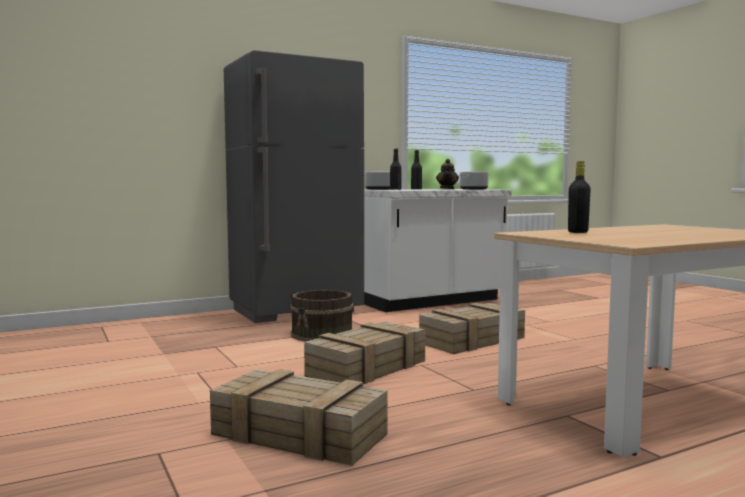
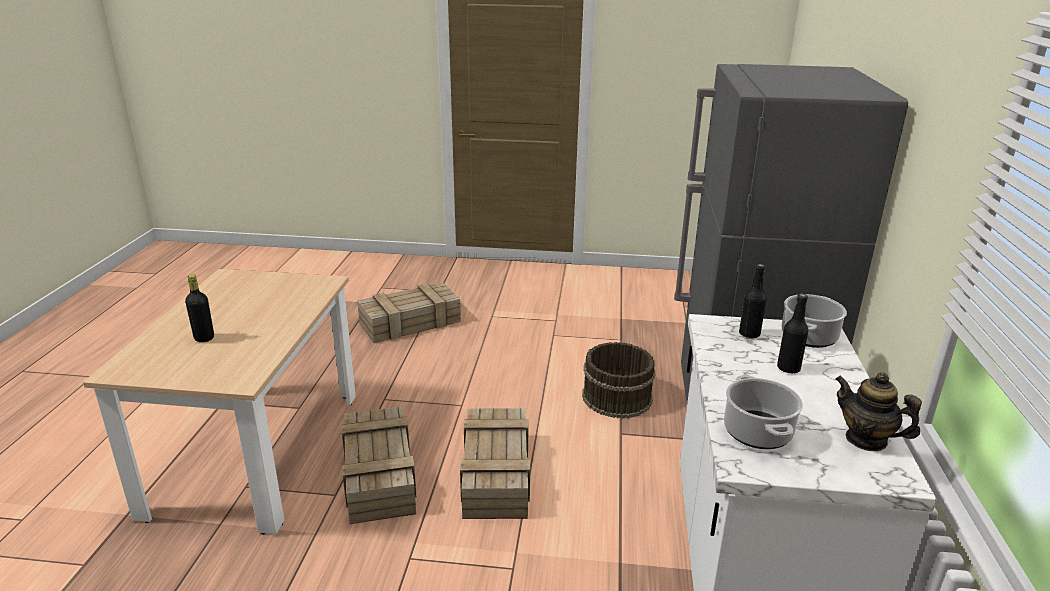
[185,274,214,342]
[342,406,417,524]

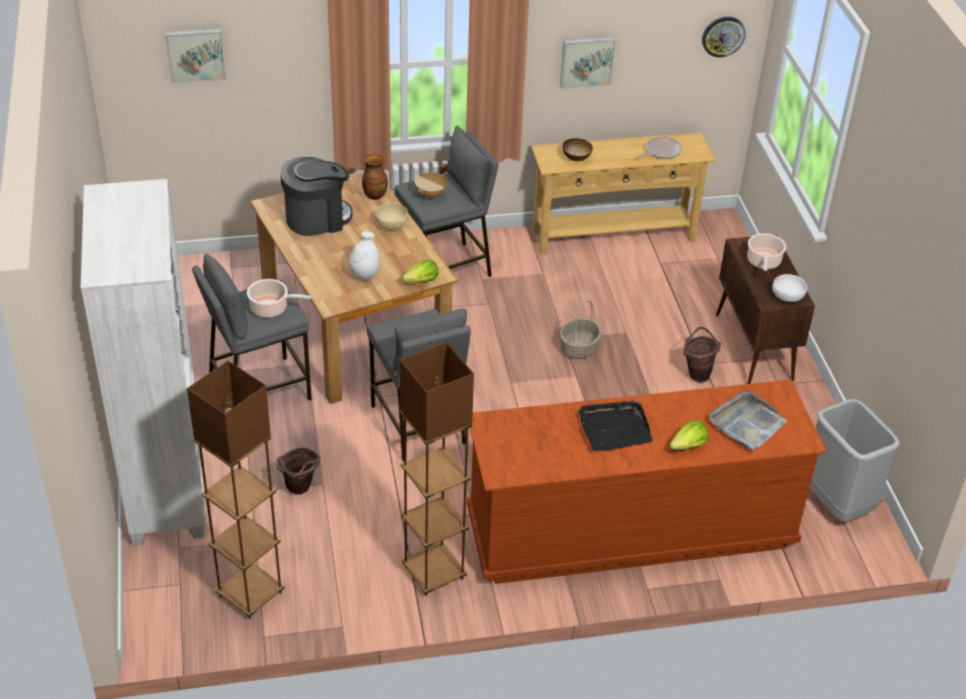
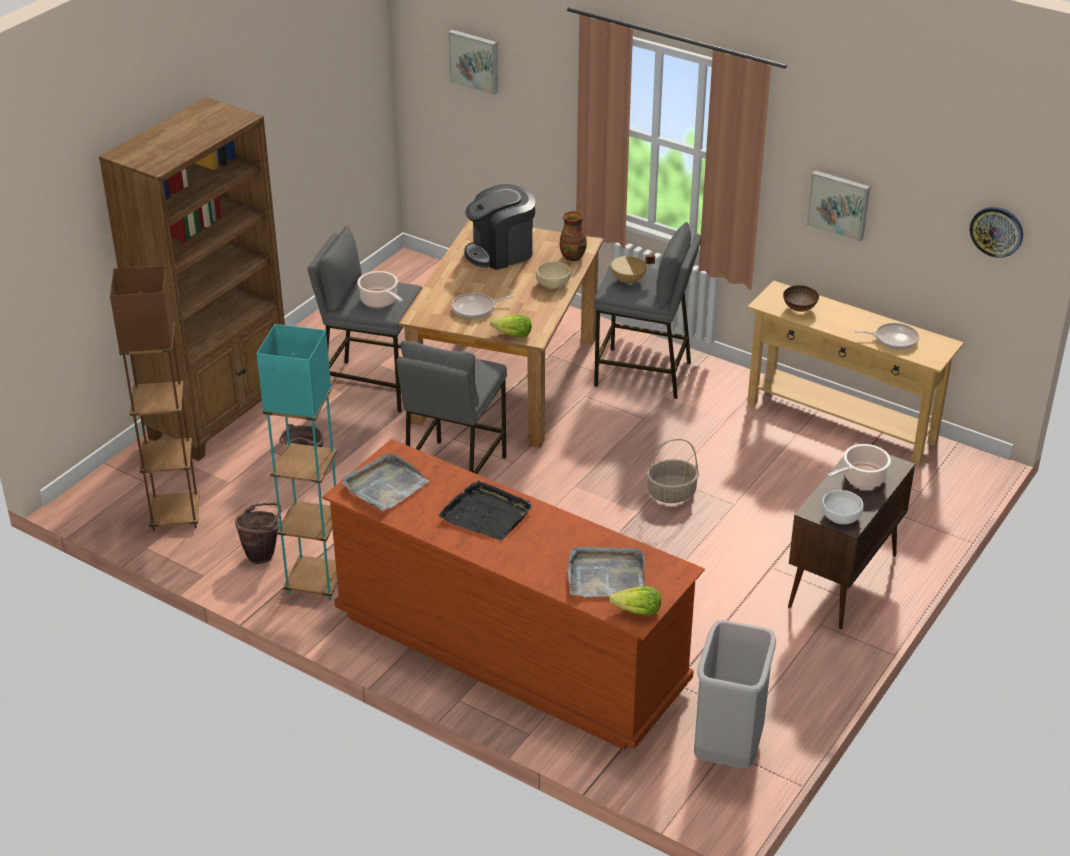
[99,97,285,461]
[235,503,282,564]
[256,324,337,600]
[343,453,429,511]
[452,293,514,319]
[464,184,535,270]
[609,586,661,616]

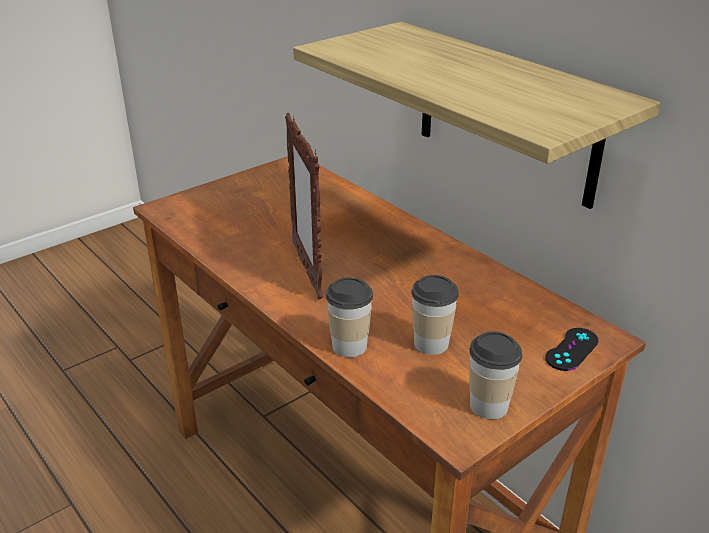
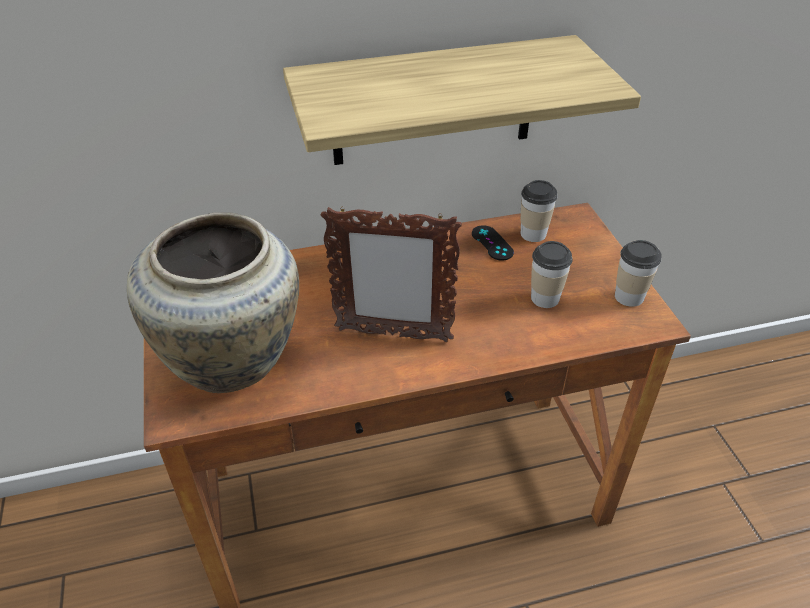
[127,213,299,393]
[472,225,514,261]
[521,180,558,242]

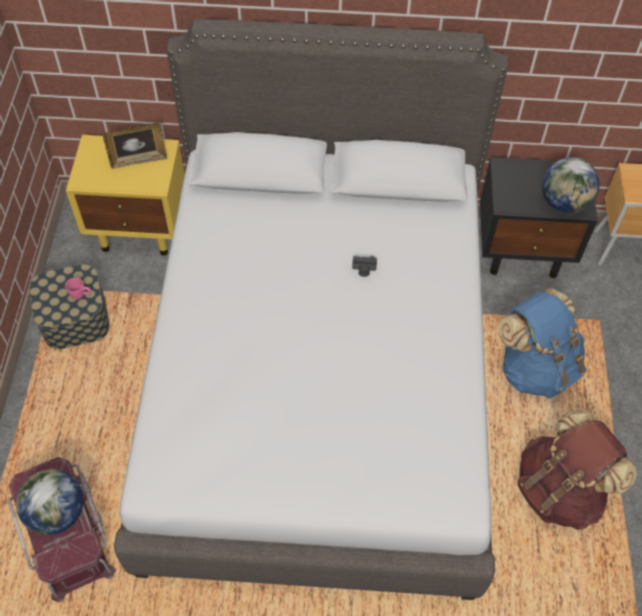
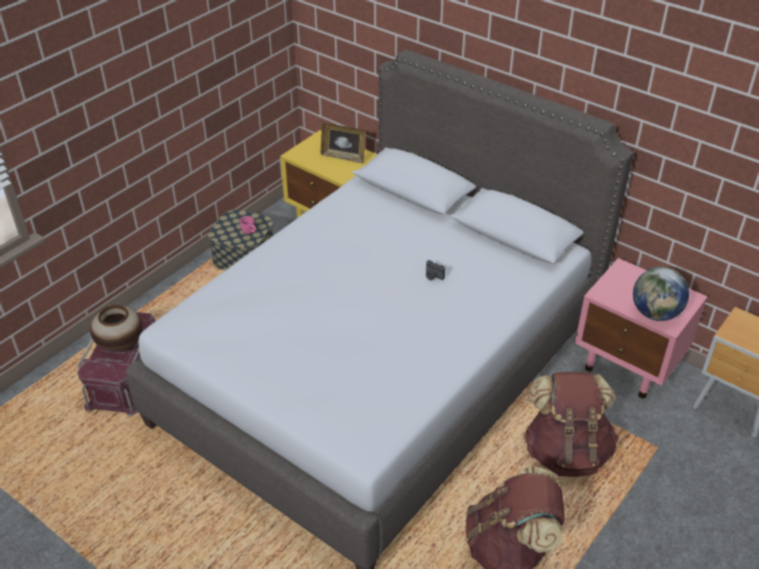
[90,305,143,352]
[524,372,618,477]
[575,258,708,398]

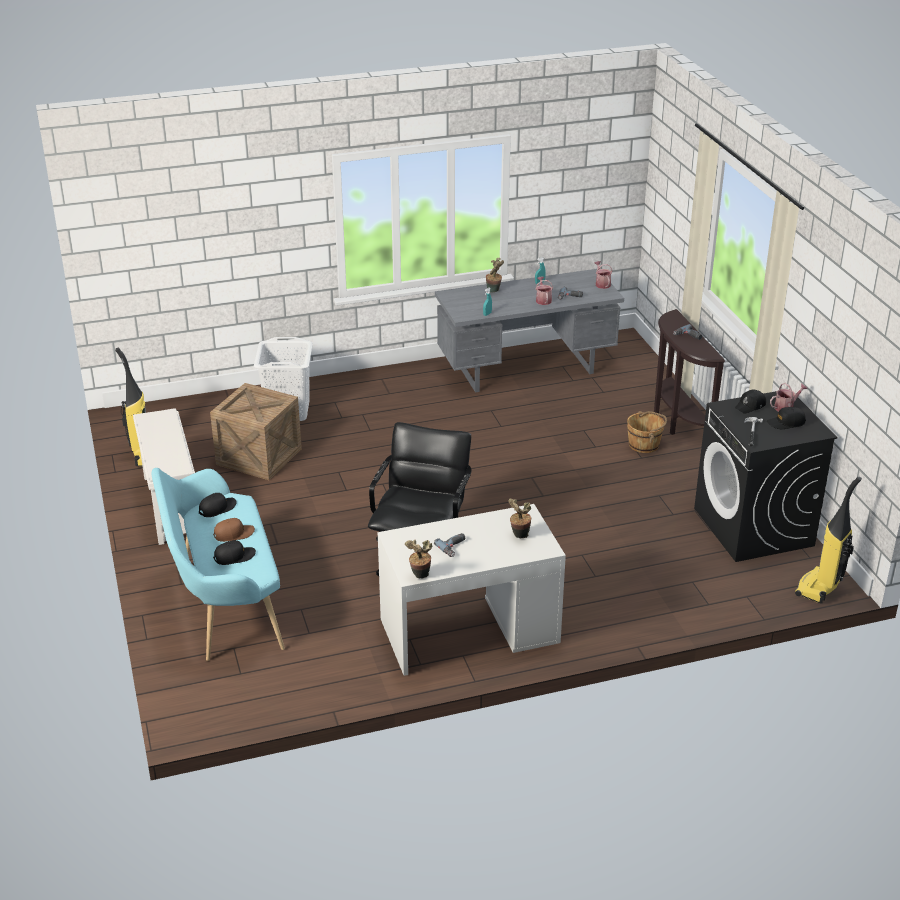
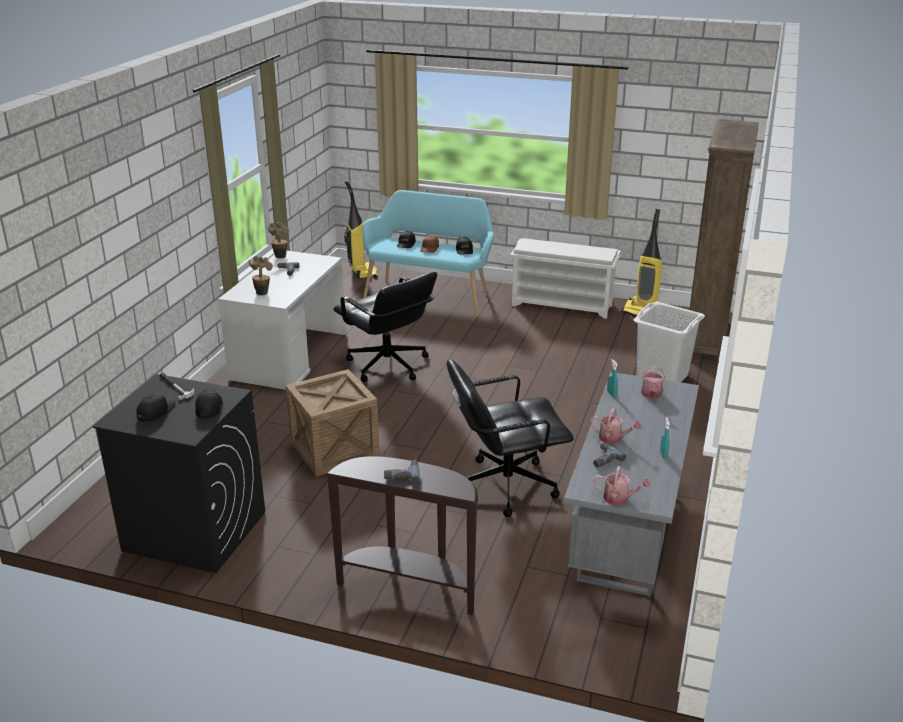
[286,369,380,477]
[344,181,378,279]
[447,359,574,517]
[641,367,665,399]
[689,119,759,363]
[486,258,504,293] (first image)
[627,411,667,453] (first image)

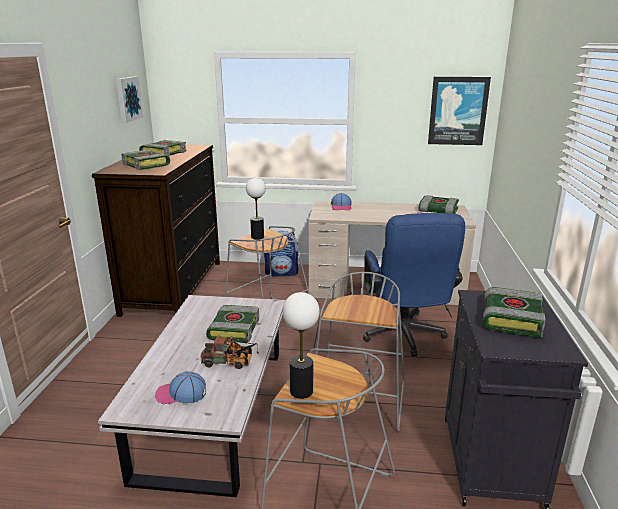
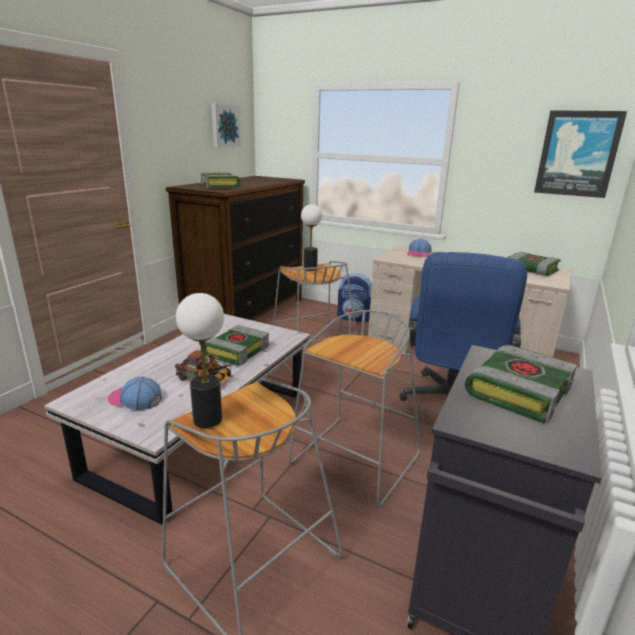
[139,140,186,156] (first image)

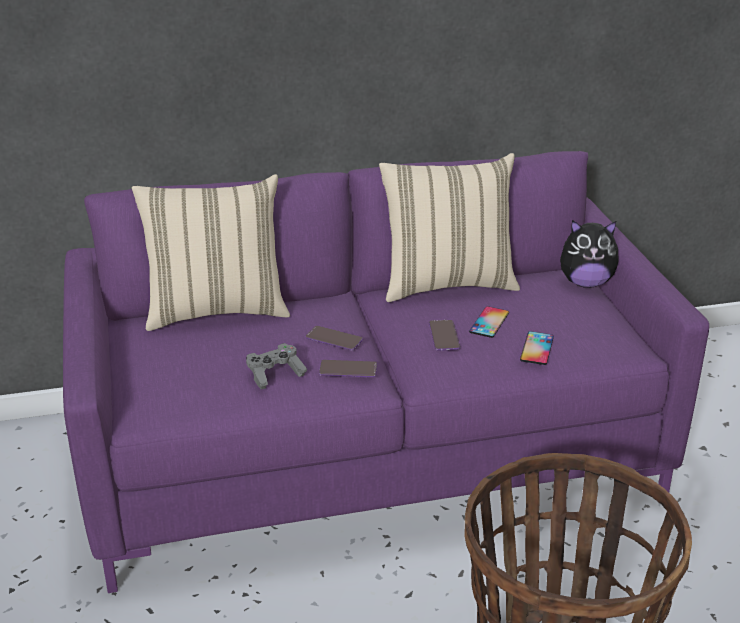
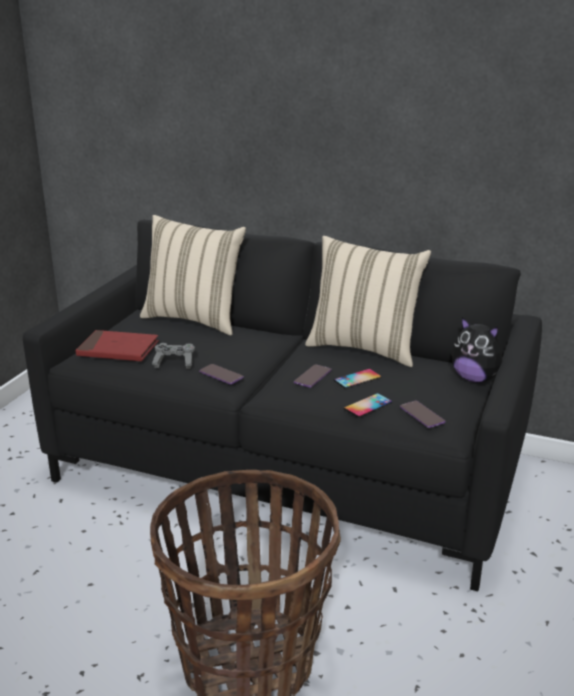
[23,220,542,591]
[76,330,159,361]
[400,400,445,428]

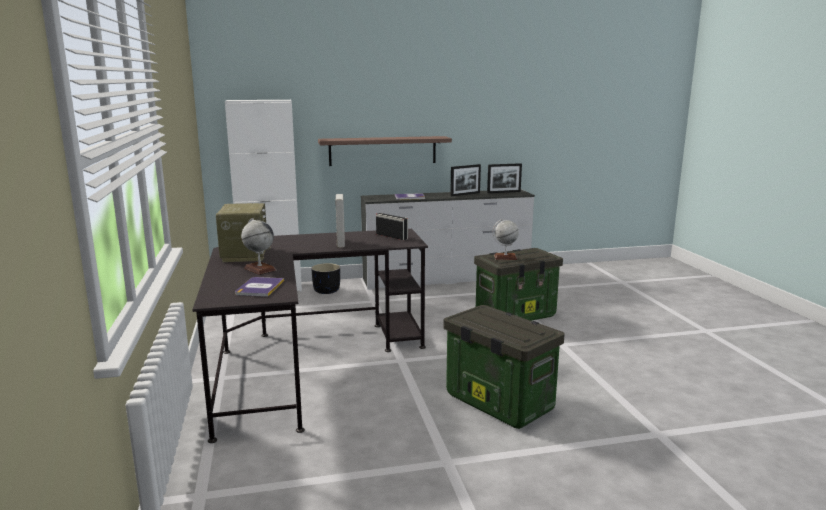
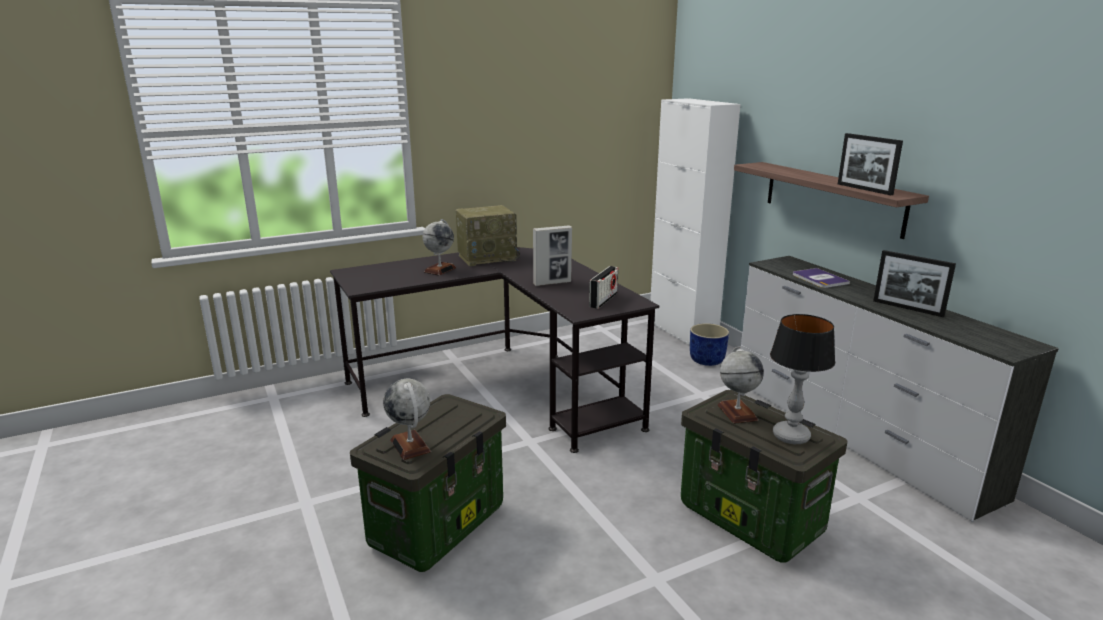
[383,379,431,460]
[690,323,729,366]
[770,314,835,444]
[838,133,903,195]
[235,277,284,297] (first image)

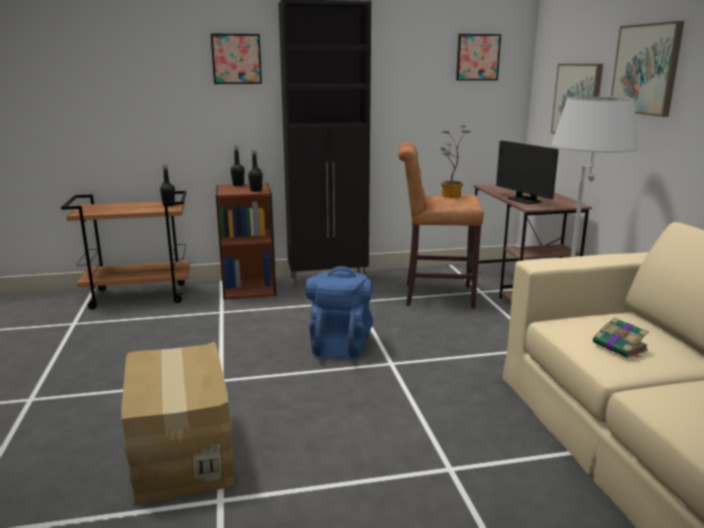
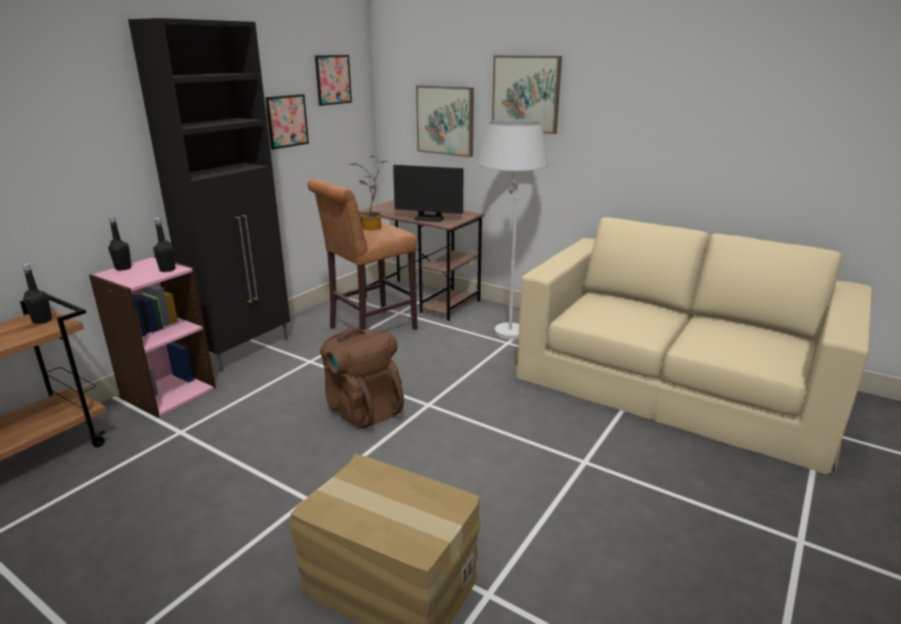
[89,256,216,418]
[265,94,309,150]
[320,327,404,429]
[593,317,649,358] (first image)

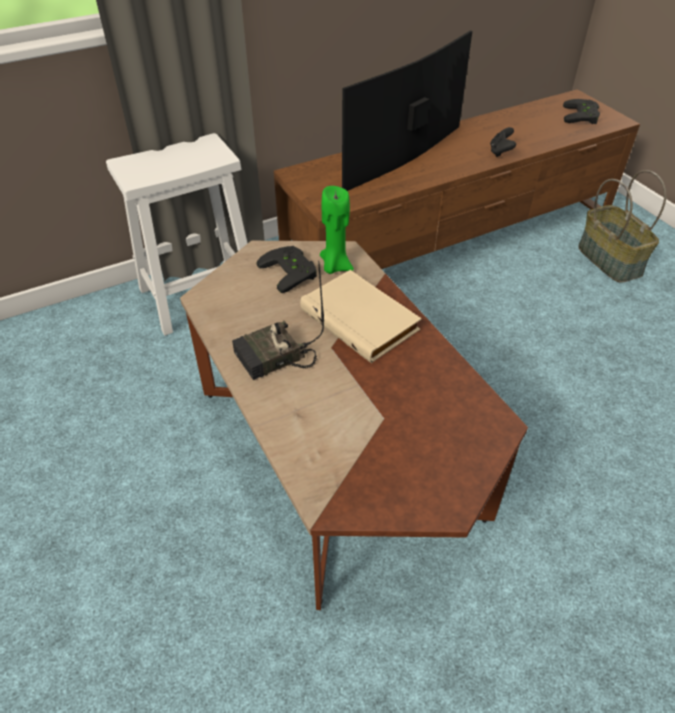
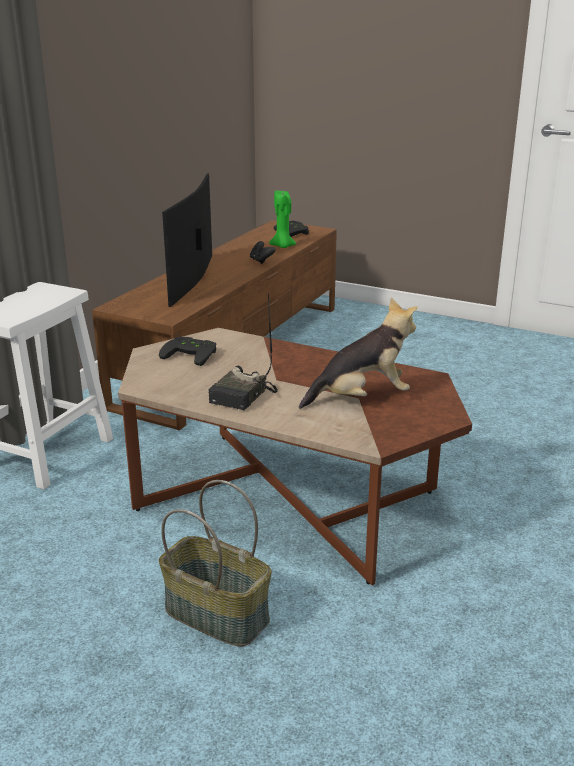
[159,480,272,647]
[269,190,296,248]
[299,297,418,409]
[300,270,421,363] (first image)

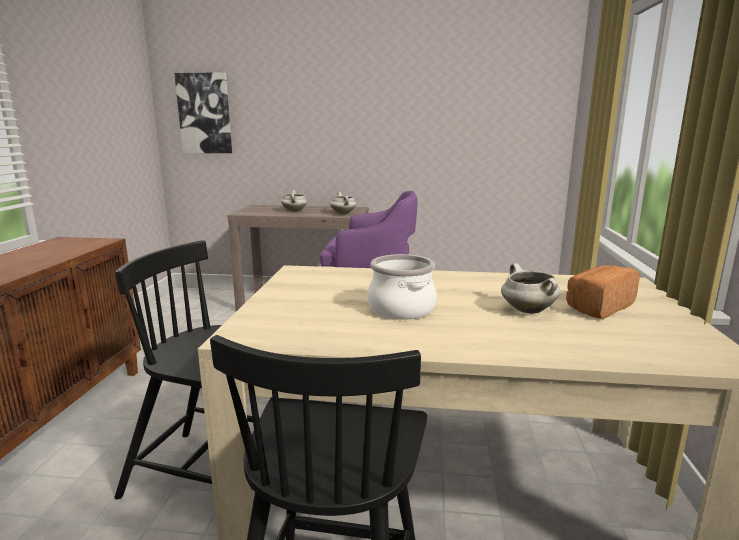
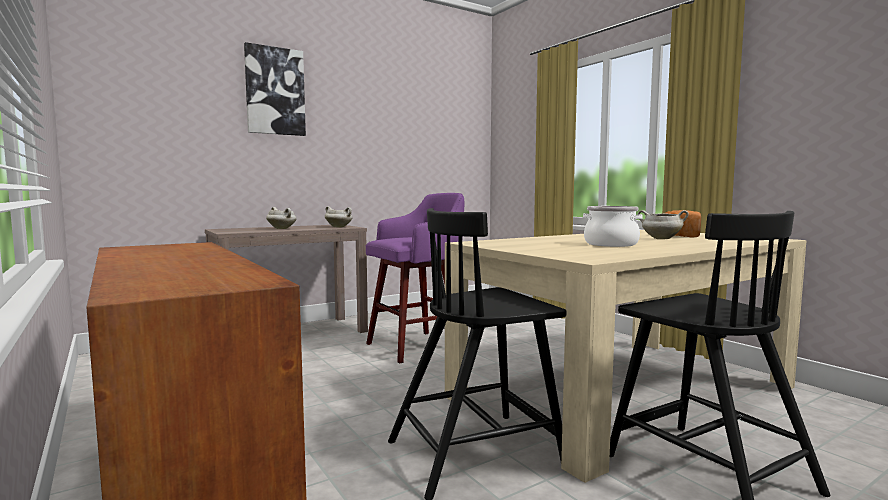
[244,42,306,136]

